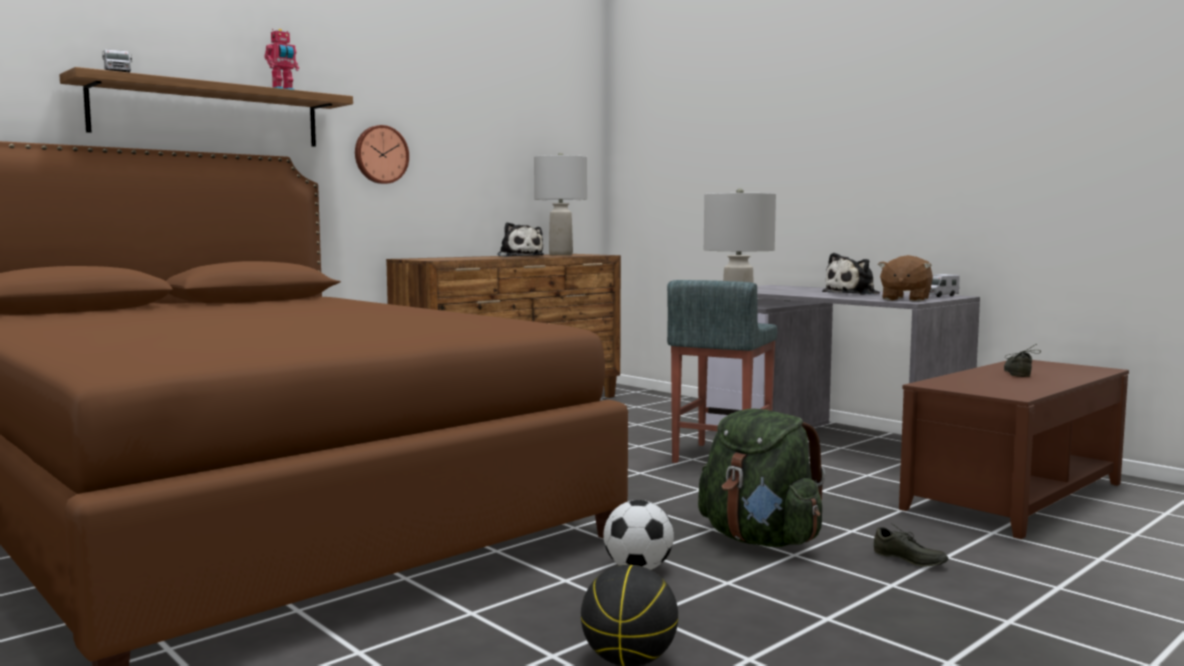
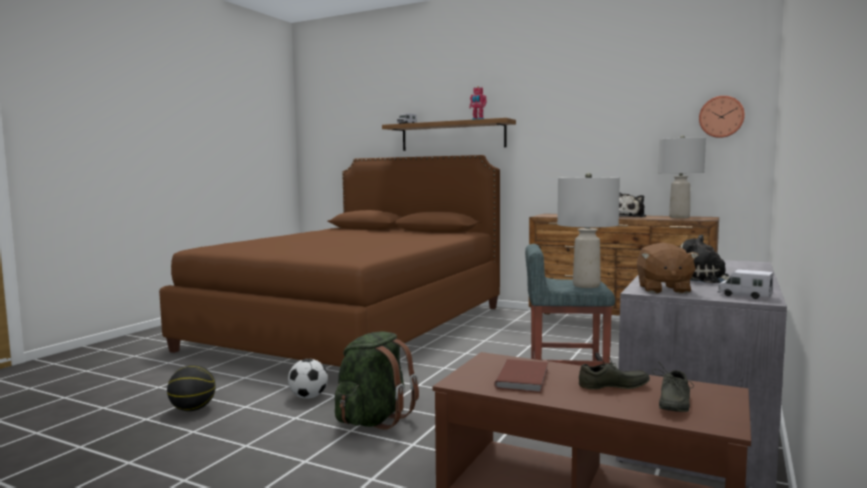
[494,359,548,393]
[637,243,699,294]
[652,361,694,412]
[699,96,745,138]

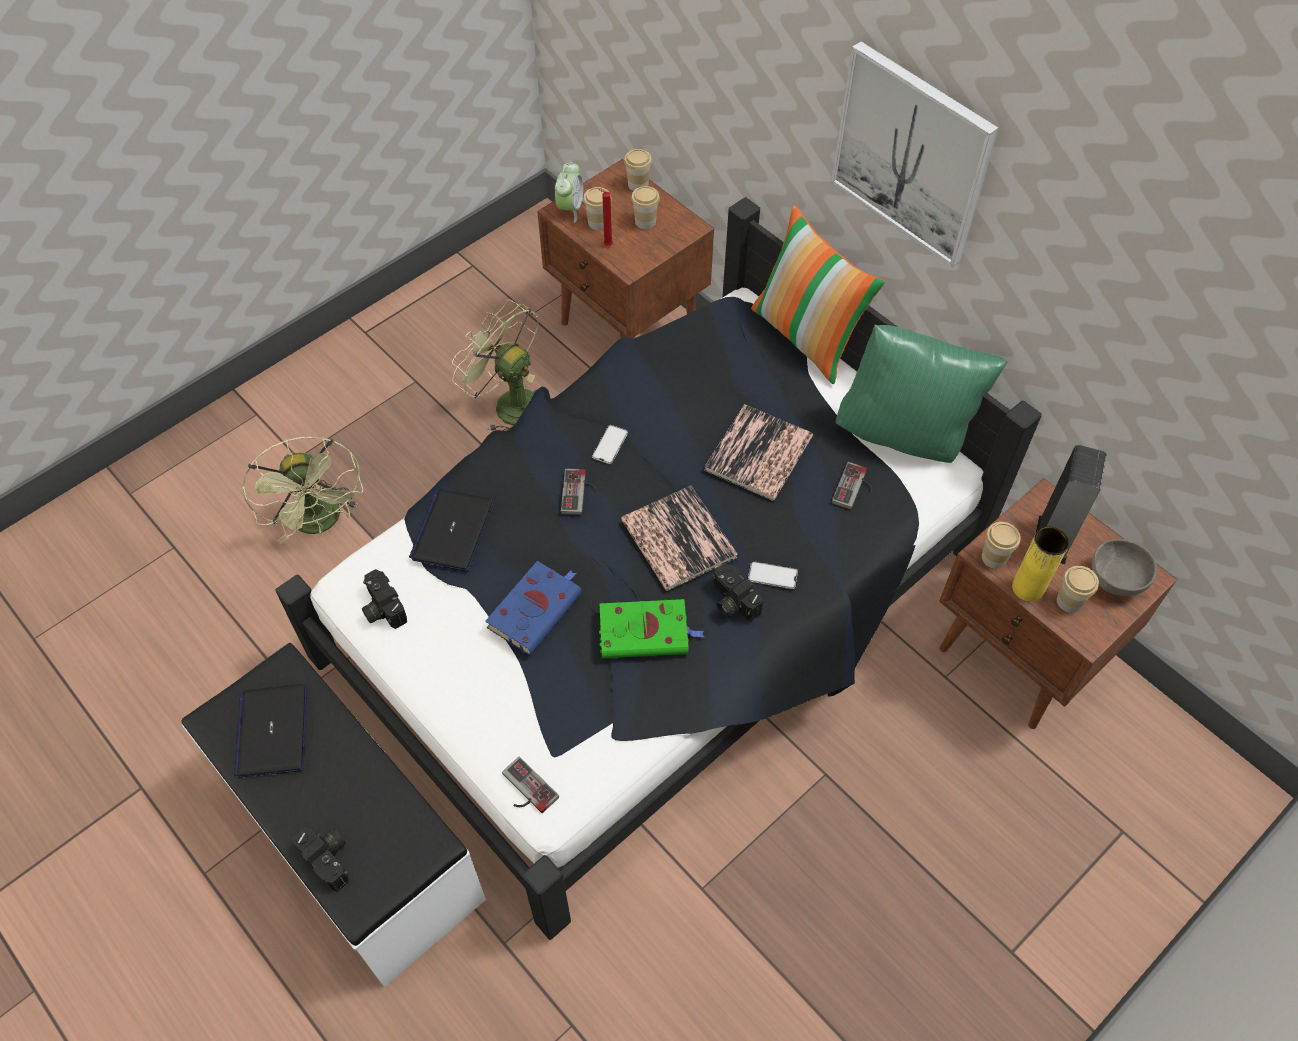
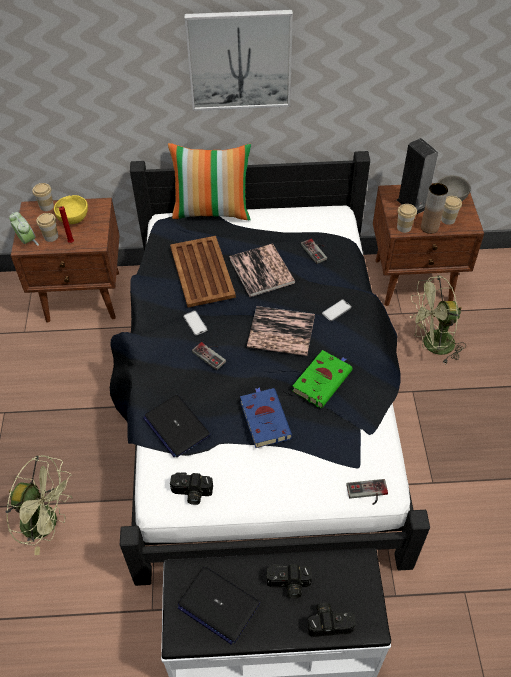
[54,195,88,224]
[170,236,236,308]
[267,564,312,598]
[410,276,466,364]
[421,183,448,234]
[836,325,1007,463] (first image)

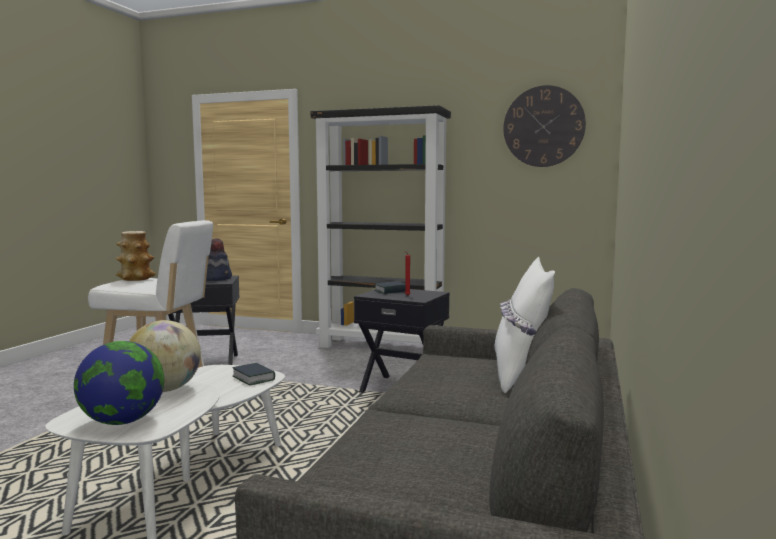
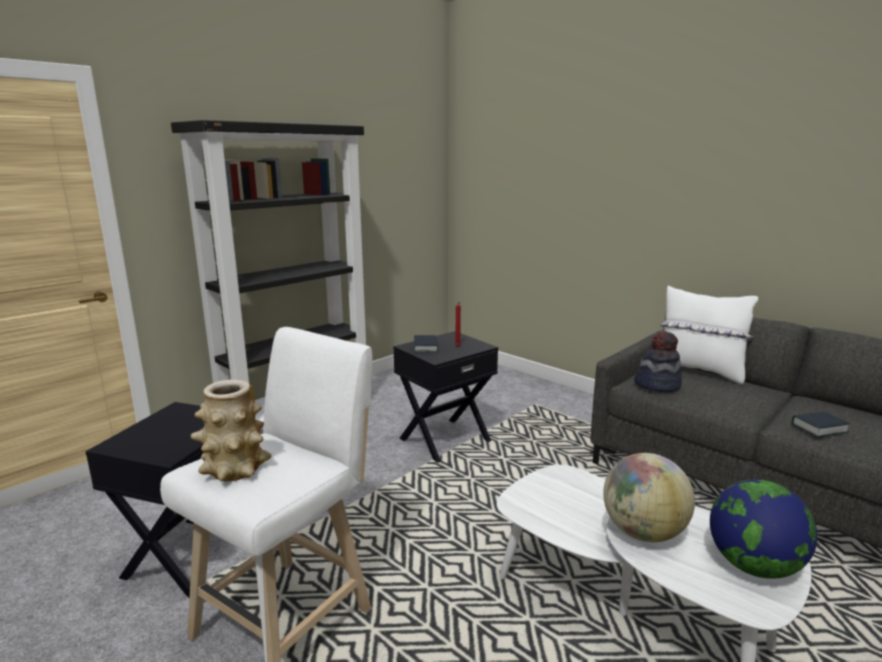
[634,331,682,392]
[792,411,850,437]
[503,85,586,167] (first image)

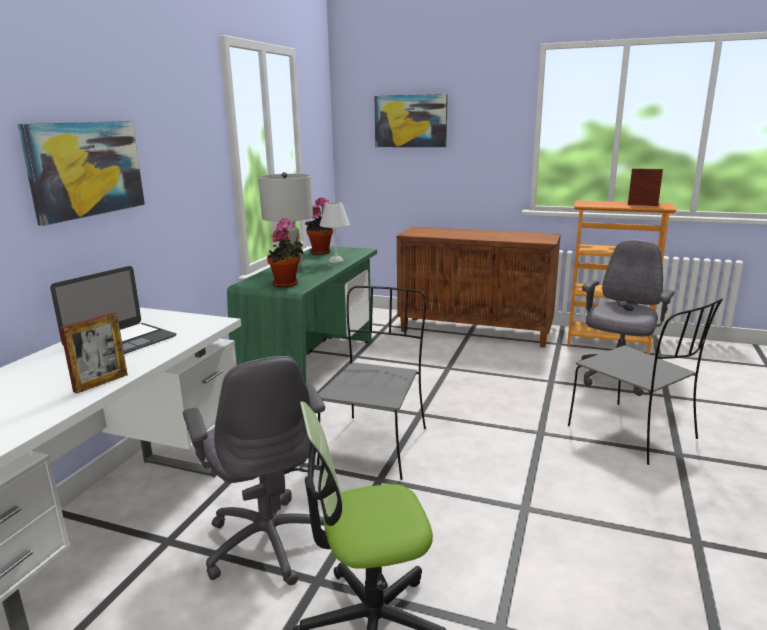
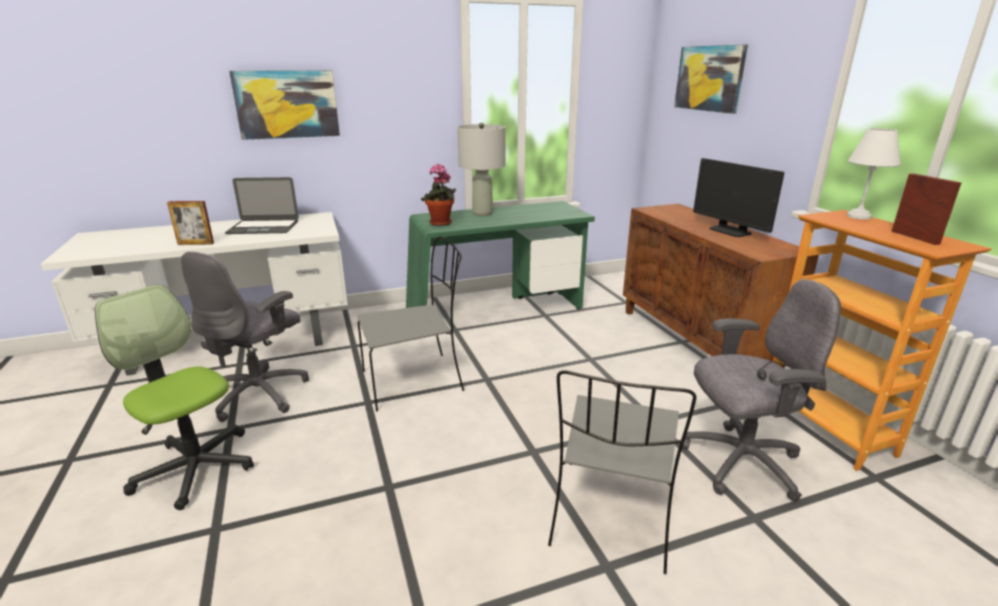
[693,158,784,237]
[847,128,901,220]
[305,197,333,255] (first image)

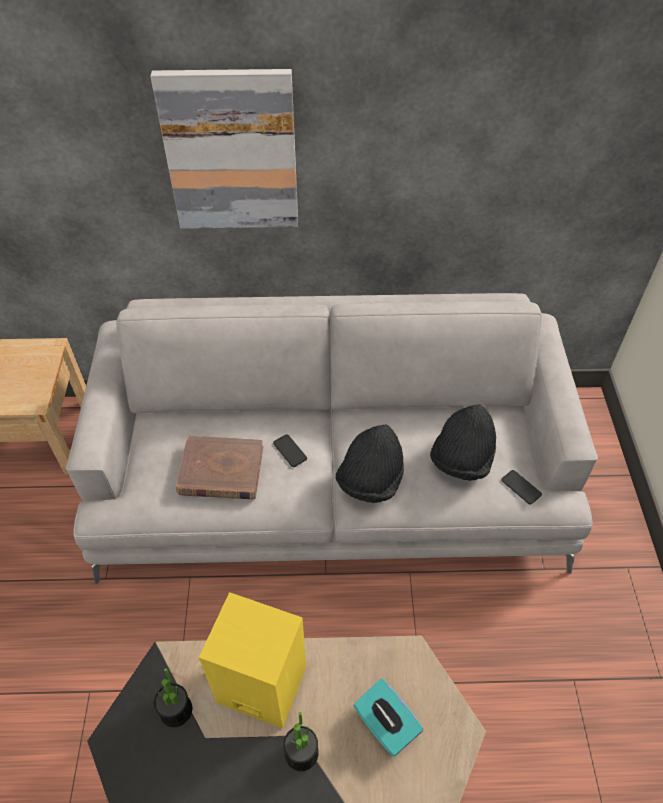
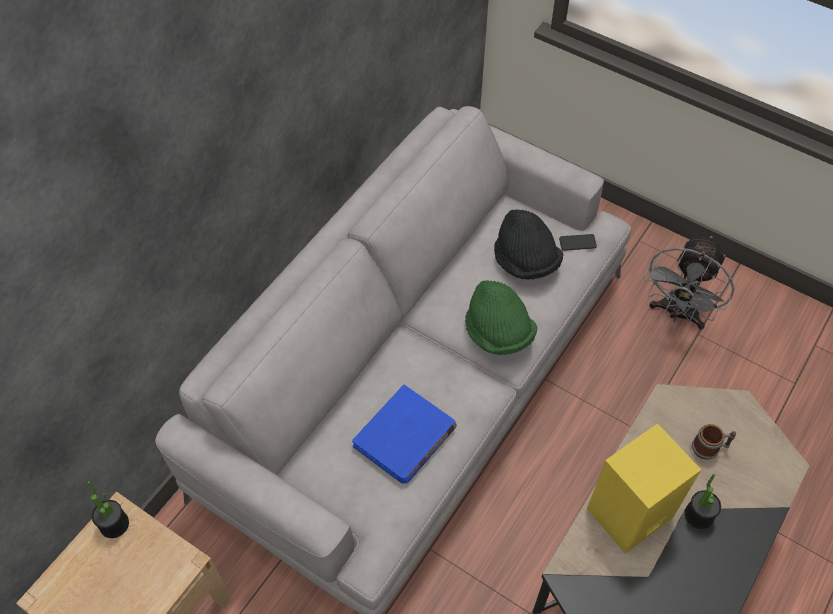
[87,481,129,538]
[352,385,457,484]
[465,280,537,355]
[644,236,735,330]
[692,424,736,460]
[150,69,298,229] (first image)
[273,434,307,467] (first image)

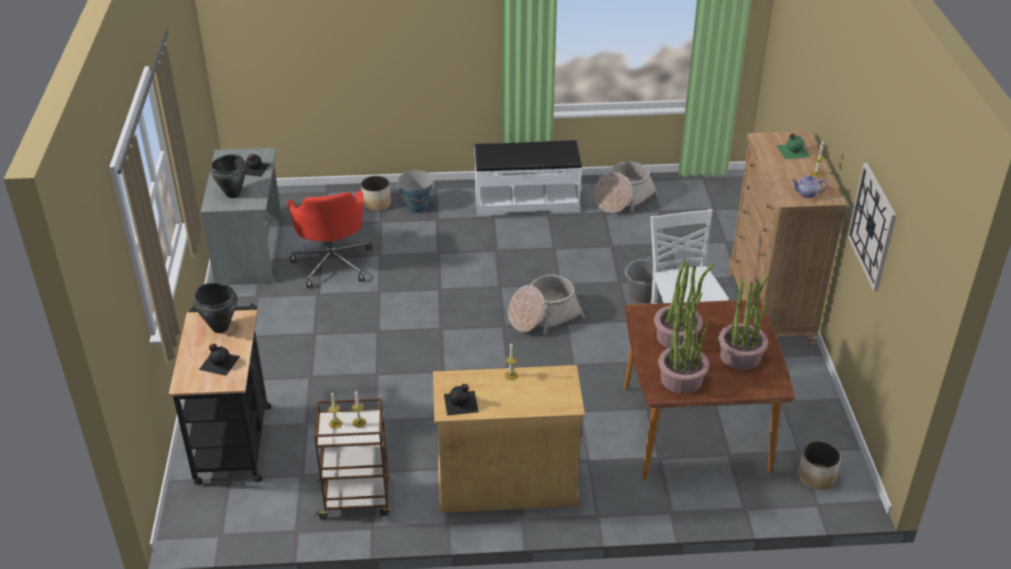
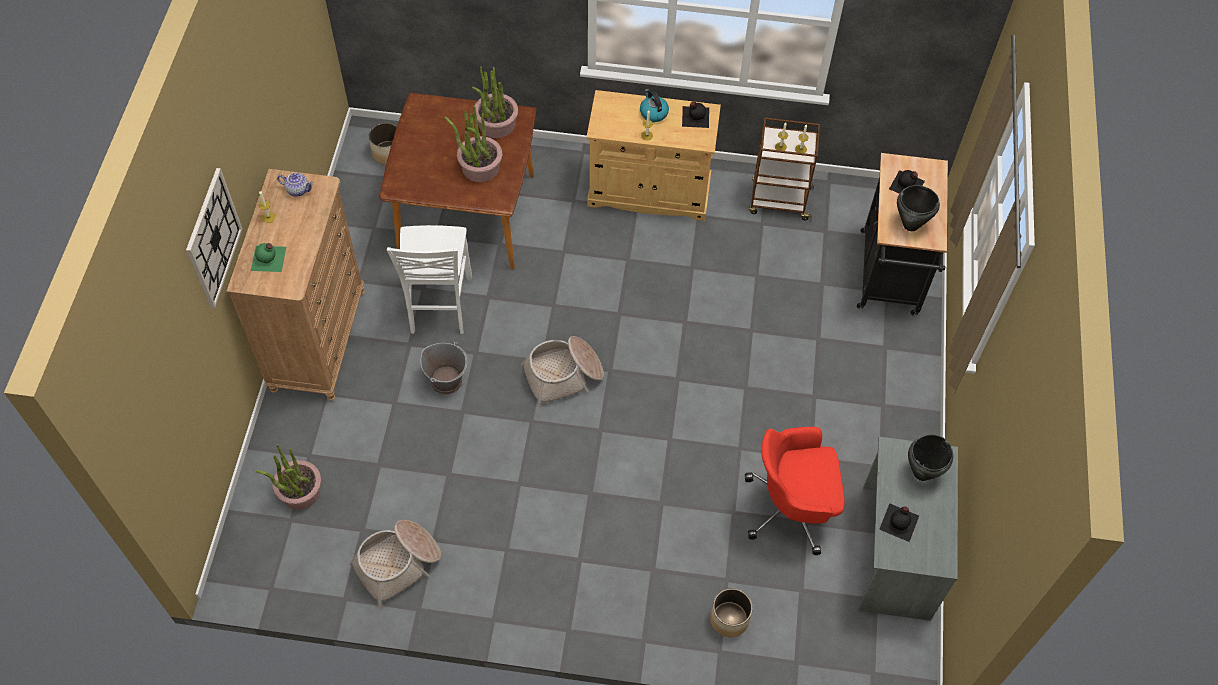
[186,168,243,308]
[256,444,321,510]
[640,89,669,122]
[745,427,845,555]
[397,170,434,214] (first image)
[474,140,582,216] (first image)

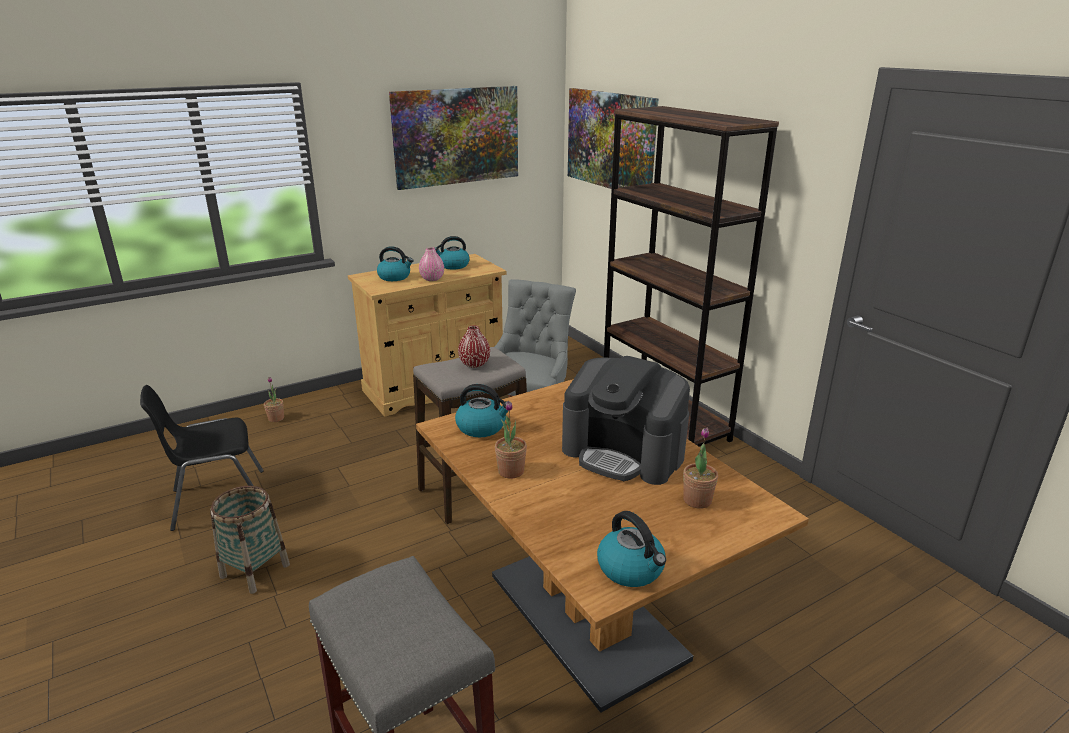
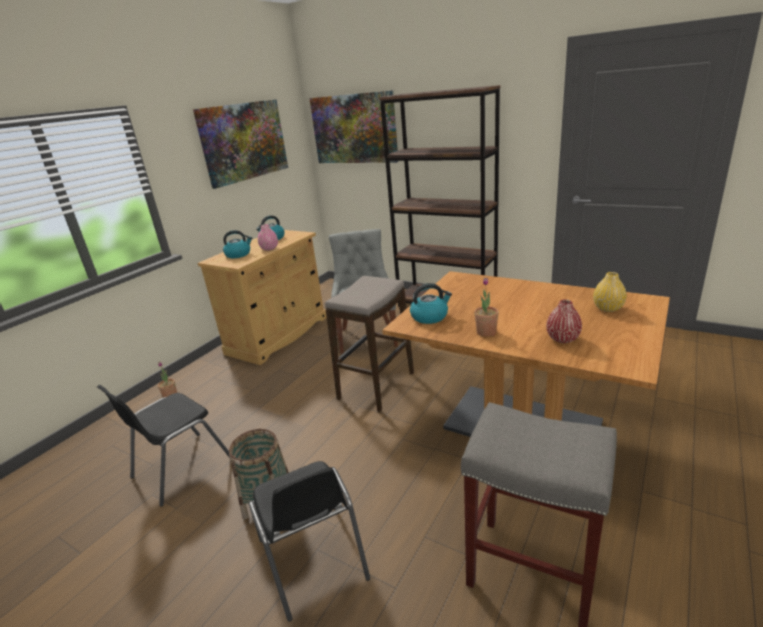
[249,461,370,622]
[546,299,582,343]
[593,272,627,312]
[562,356,690,485] (first image)
[597,511,666,587] (first image)

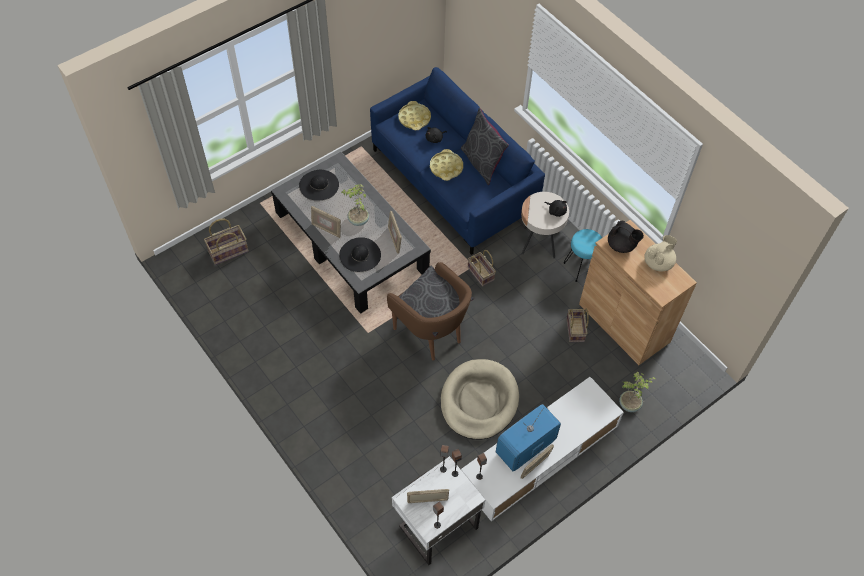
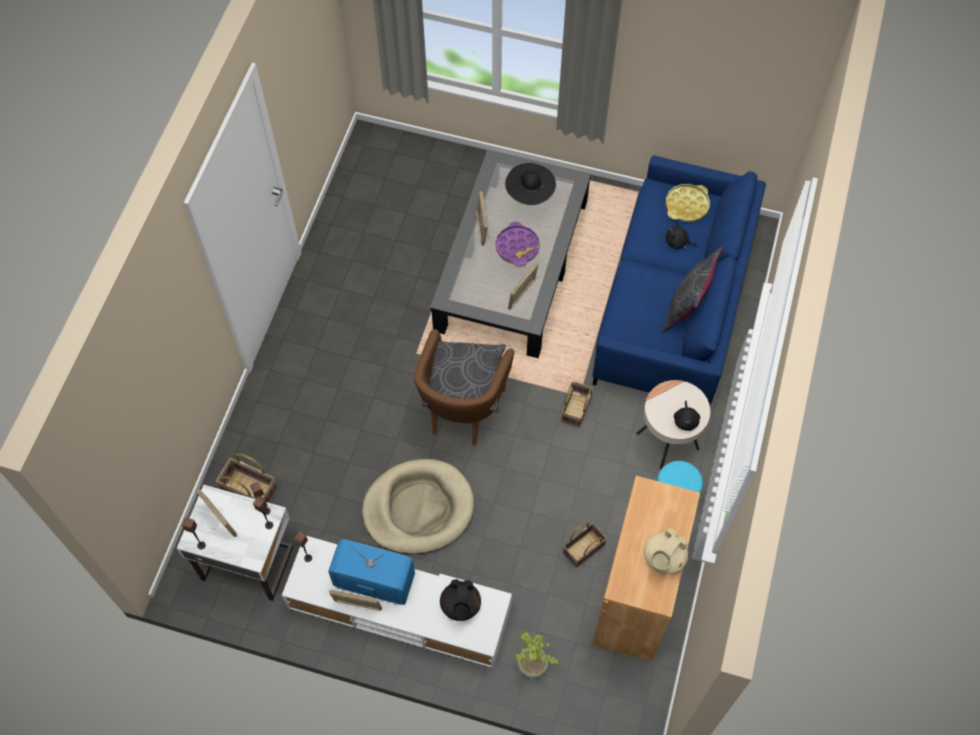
[216,453,278,503]
[440,579,481,621]
[495,222,540,266]
[644,528,688,574]
[339,237,381,272] (first image)
[430,149,463,181] (first image)

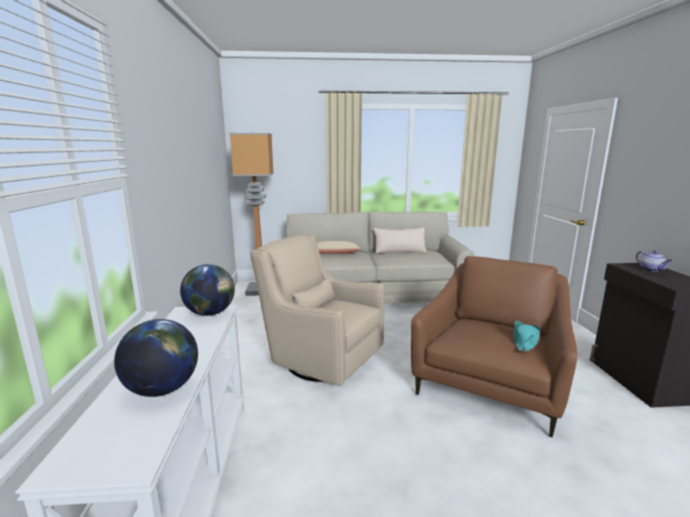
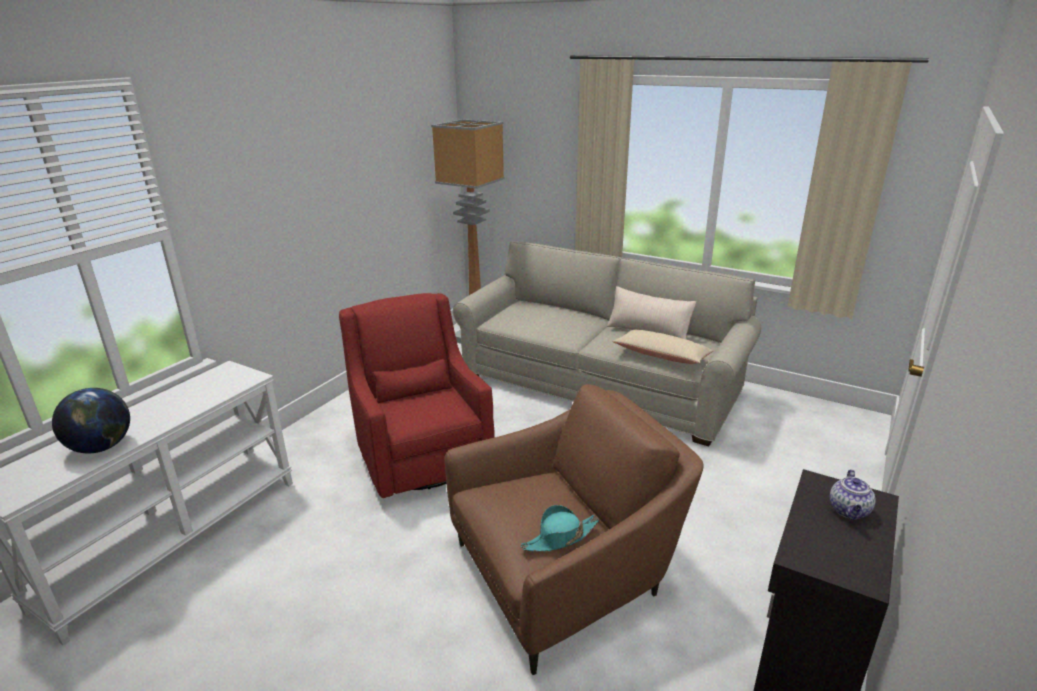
[339,293,494,498]
[612,330,714,364]
[180,264,235,316] (first image)

